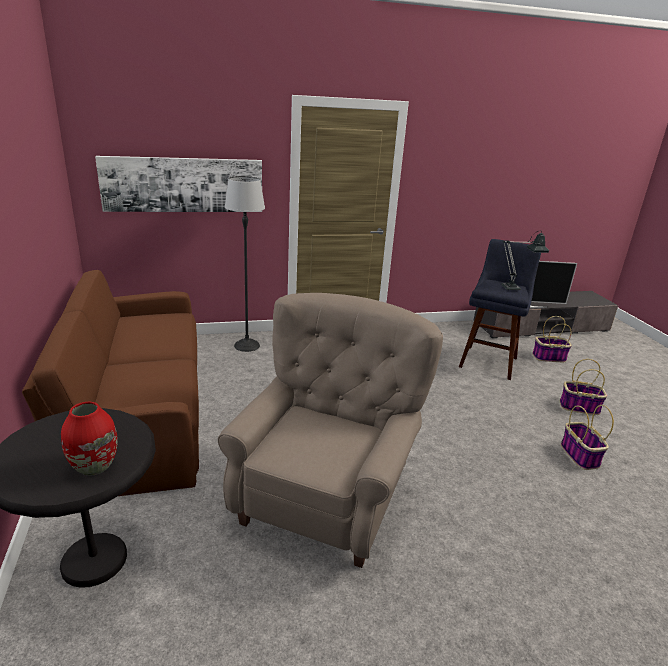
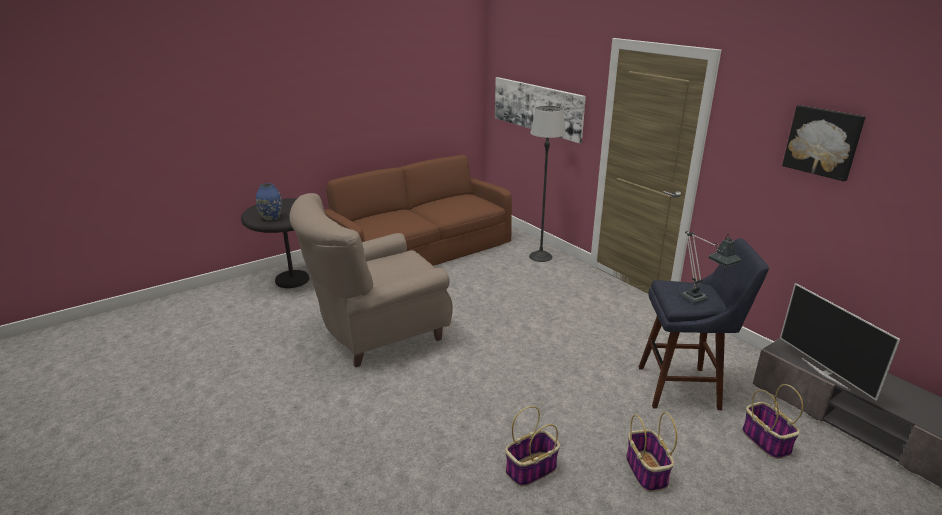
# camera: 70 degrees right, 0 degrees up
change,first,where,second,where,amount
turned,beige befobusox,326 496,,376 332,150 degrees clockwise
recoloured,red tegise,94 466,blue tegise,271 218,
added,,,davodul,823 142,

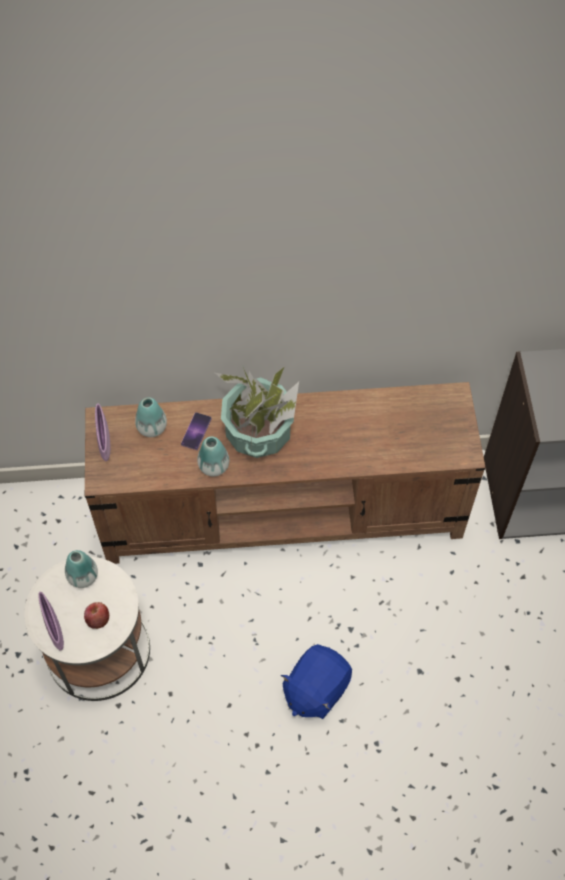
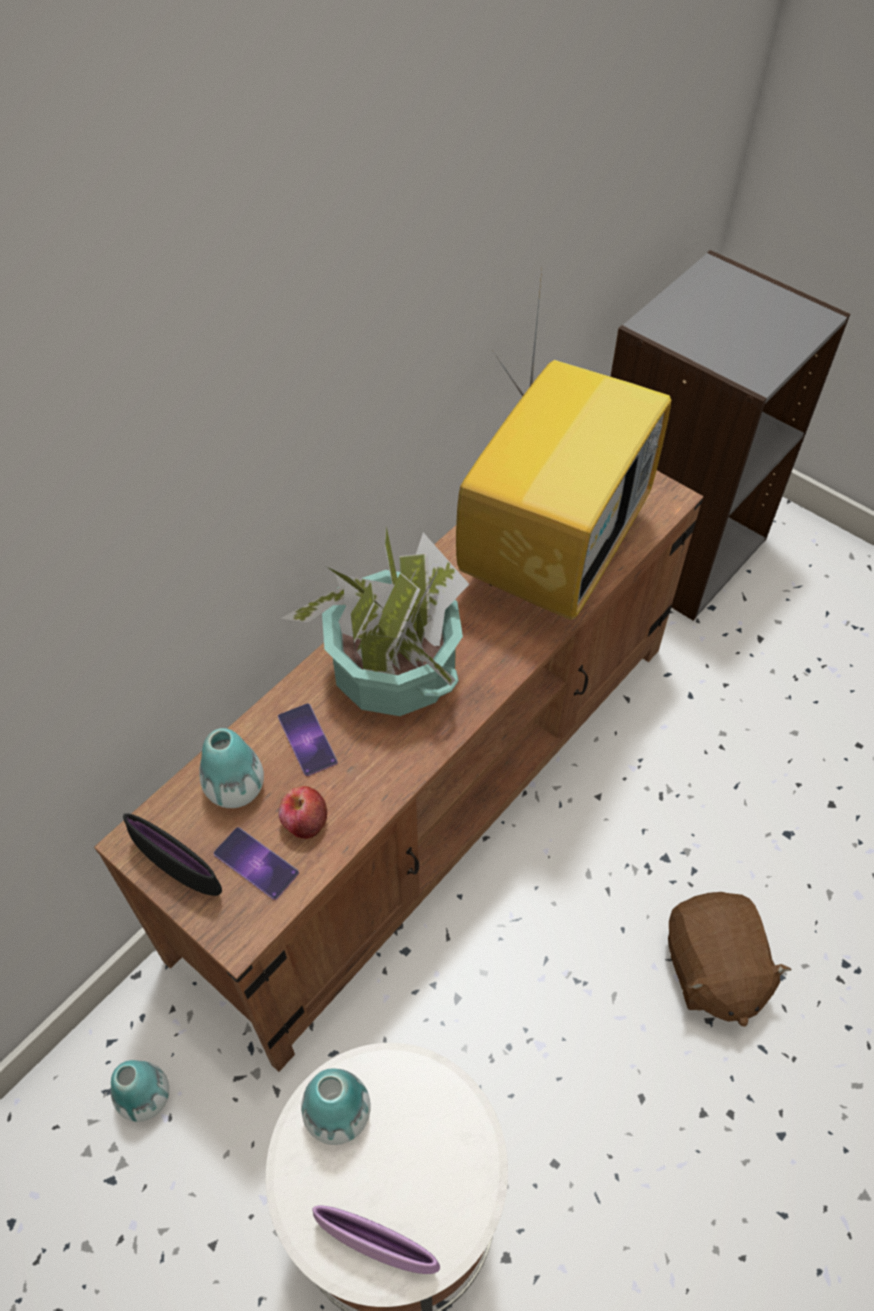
# camera: 45 degrees left, 5 degrees down
change,first,where,second,where,amount
recoloured,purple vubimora,104 440,black vubimora,178 868,
moved,tegise,214 466,,145 1096,
moved,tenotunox,98 619,,305 822,
recoloured,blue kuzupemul,315 689,brown kuzupemul,712 969,
added,,,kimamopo,552 547,
added,,,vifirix,256 863,

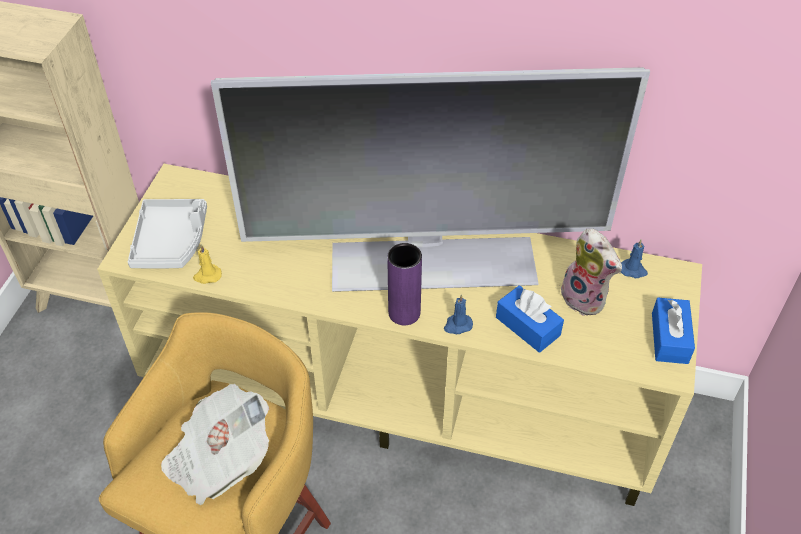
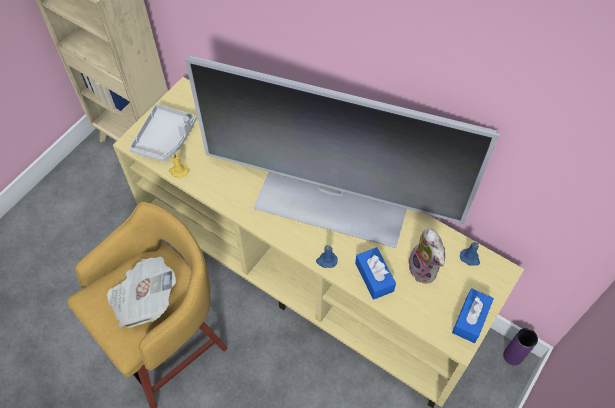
# camera: 20 degrees right, 10 degrees up
change,first,where,second,where,amount
moved,purple tegise,404 313,,512 356,

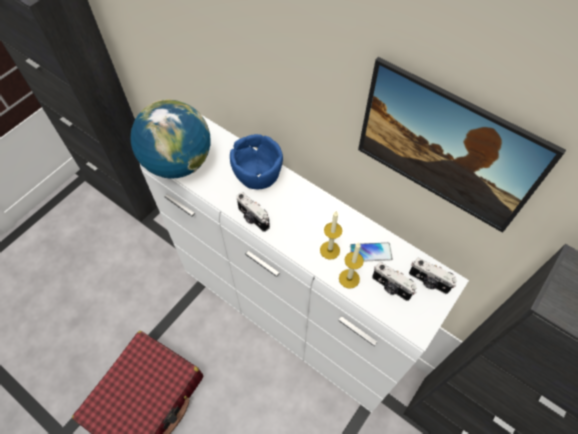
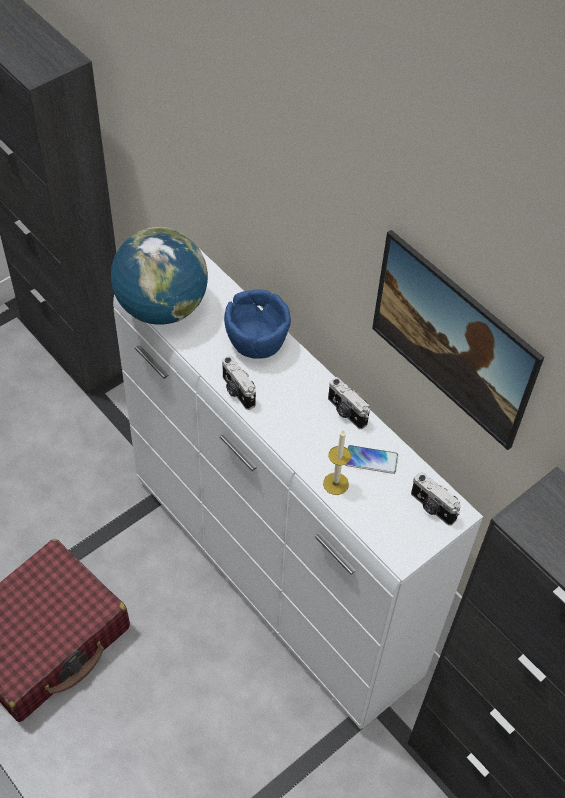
# camera: 10 degrees right, 5 degrees down
change,first,where,second,where,amount
removed,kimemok,330 250,,,
moved,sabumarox,390 287,,346 412,

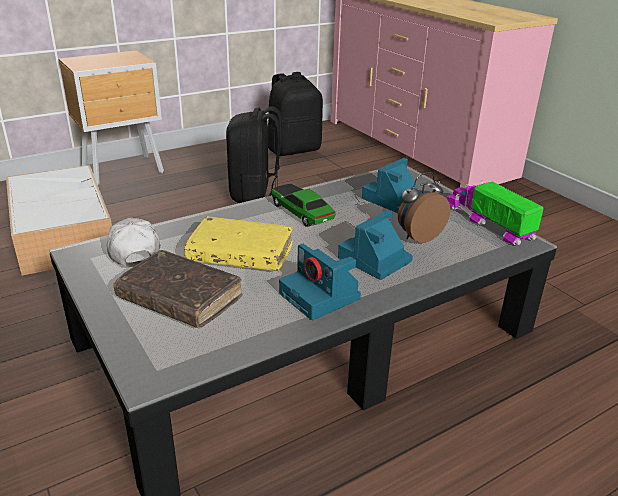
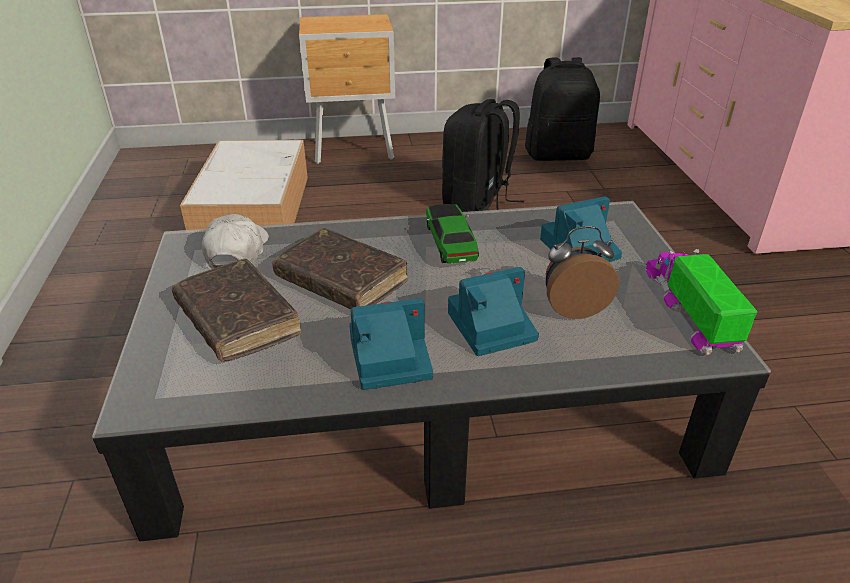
# camera: 25 degrees right, 5 degrees up
change,first,where,second,where,amount
recoloured,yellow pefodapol,240 254,brown pefodapol,341 281,
turned,sabumarox,321 296,,388 359,90 degrees clockwise

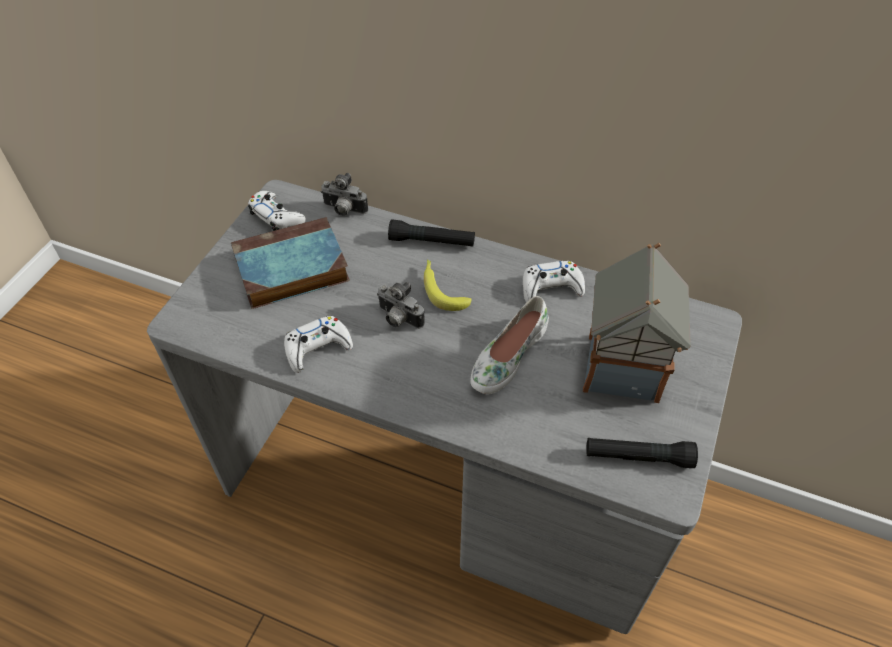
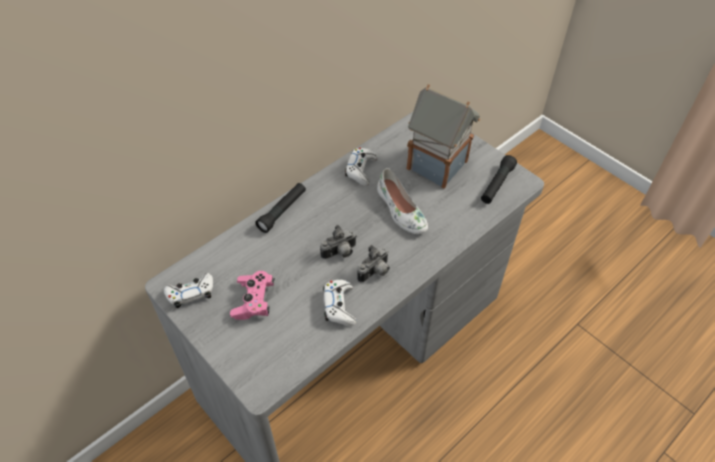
# camera: 65 degrees left, 0 degrees up
change,first,where,second,where,amount
moved,sabumarox,344 211,,375 273,
replaced,pefodapol,289 270,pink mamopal,254 301,
removed,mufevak,442 289,,,

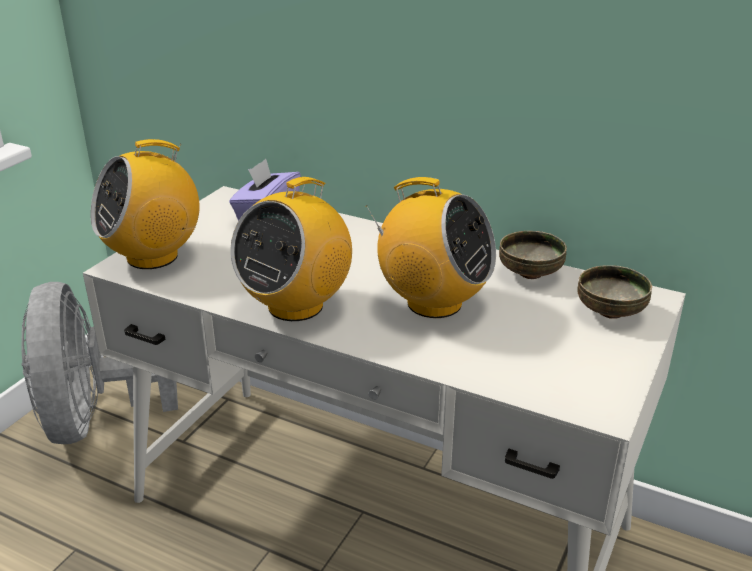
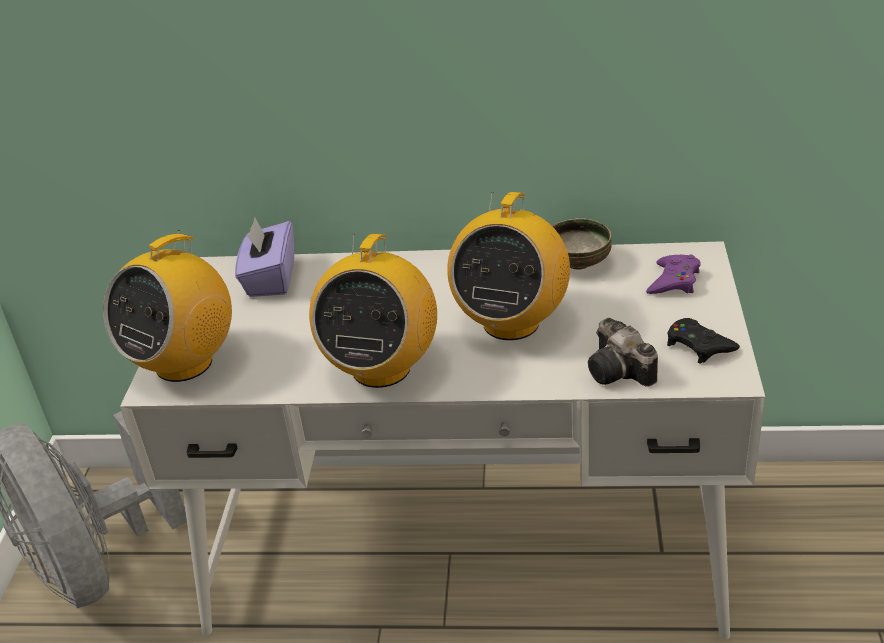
# camera: 20 degrees left, 5 degrees up
change,first,where,second,where,amount
turned,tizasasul,433 303,,511 322,105 degrees clockwise
replaced,vubimora,610 312,purple mamopal,674 281,
added,,,sabumarox,621 372,
added,,,black mamopal,699 345,

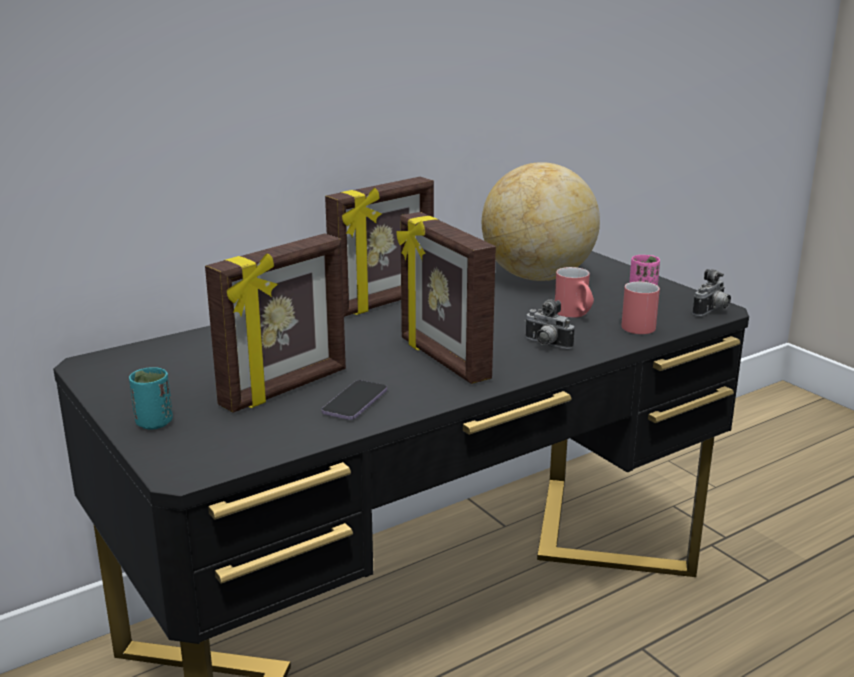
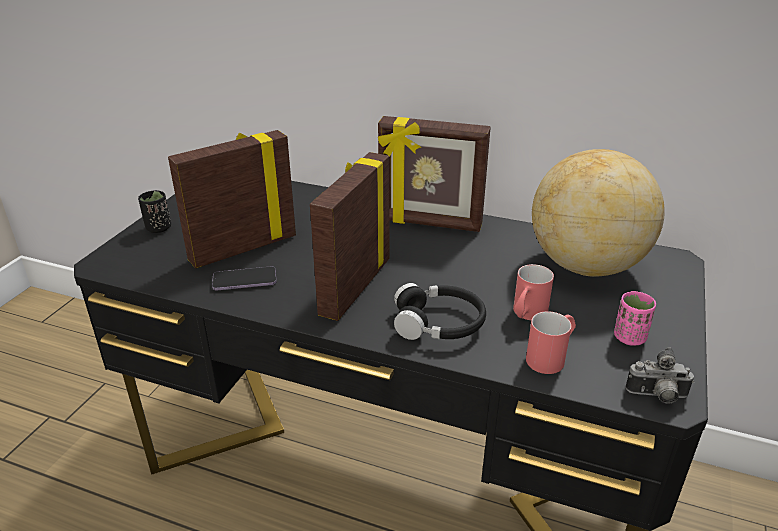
# camera: 55 degrees right, 10 degrees up
change,first,where,second,where,amount
turned,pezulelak,285 389,,242 248,135 degrees clockwise
replaced,sabumarox,546 345,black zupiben,439 323,
recoloured,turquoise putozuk,154 423,black putozuk,158 228,

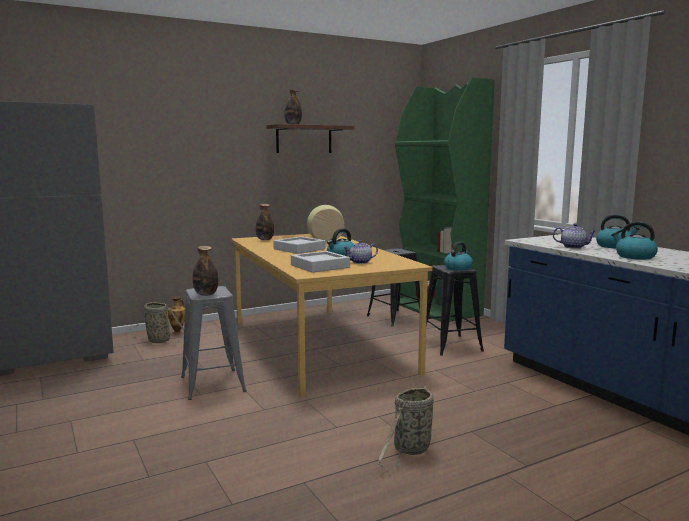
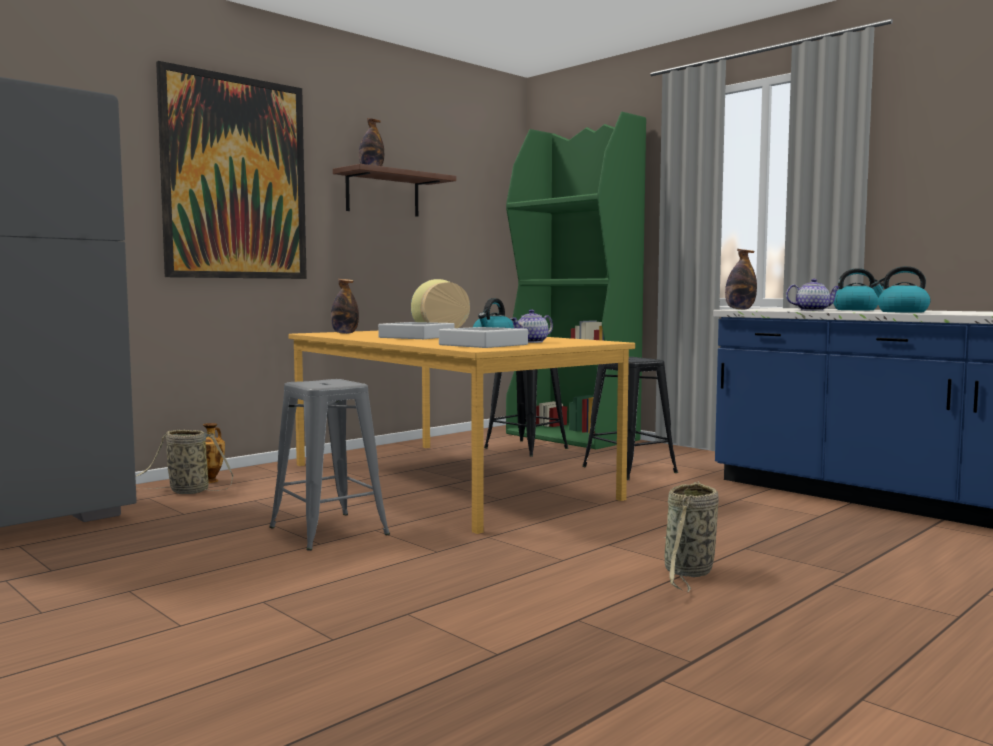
# camera: 15 degrees left, 5 degrees down
change,first,where,second,where,amount
removed,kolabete,458 268,,,
moved,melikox,206 294,,739 309,
added,,,davodul,235 178,

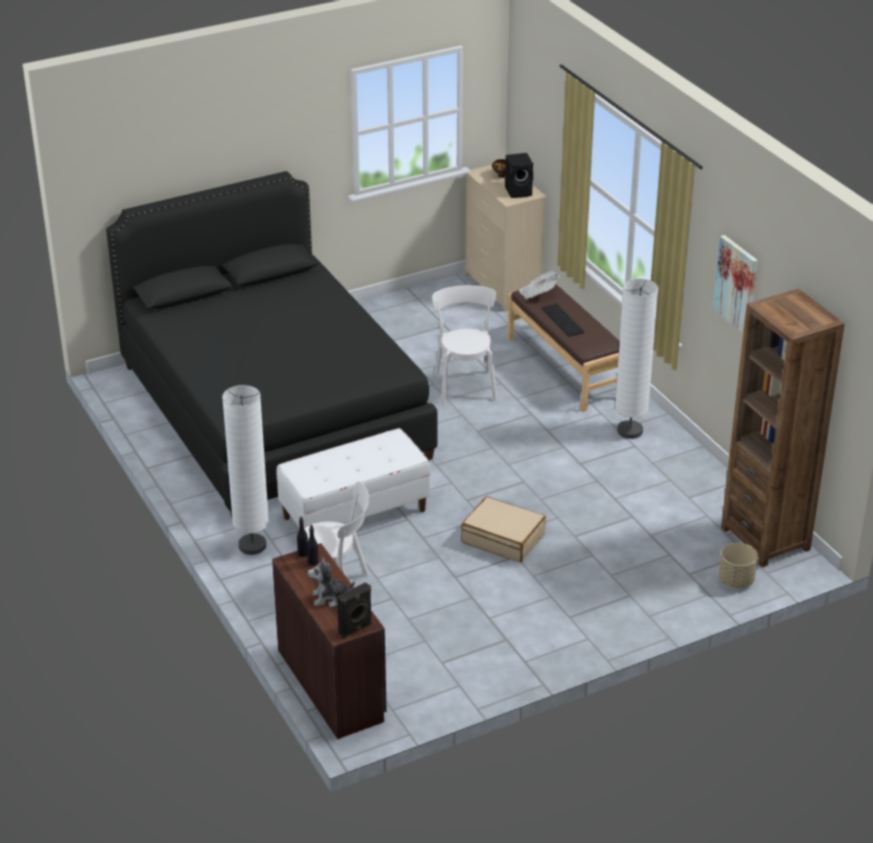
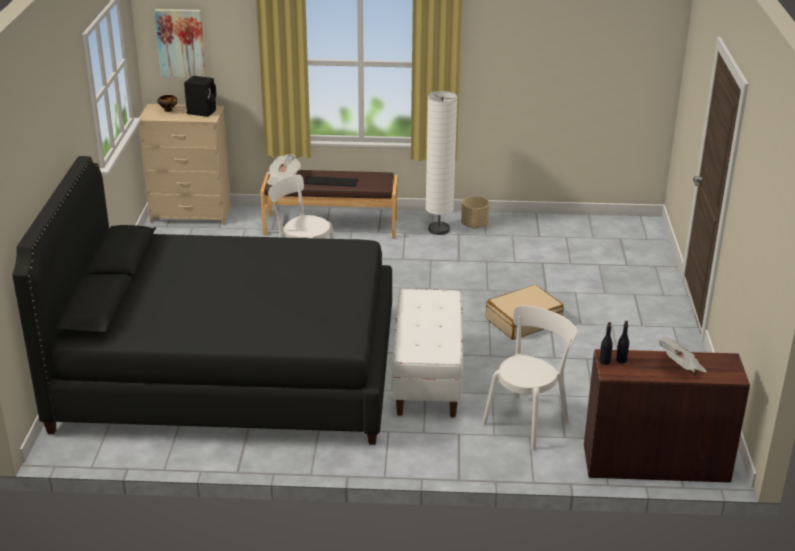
# camera: 60 degrees left, 5 degrees down
change,first,where,second,where,amount
moved,davodul,736 284,,181 43,
removed,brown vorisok,765 539,,,
removed,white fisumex,252 546,,,
moved,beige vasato,736 581,,474 225,
replaced,kuzupemul,330 598,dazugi,680 366,
removed,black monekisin,356 629,,,

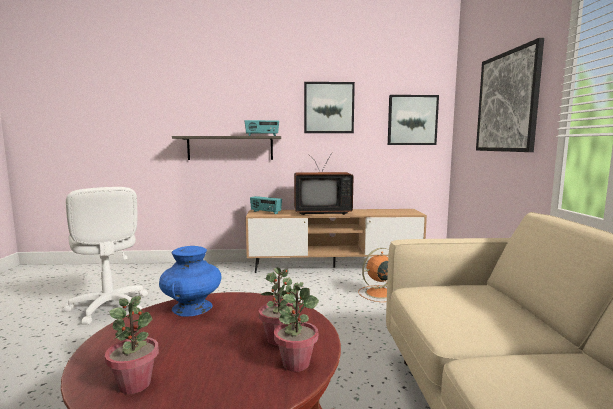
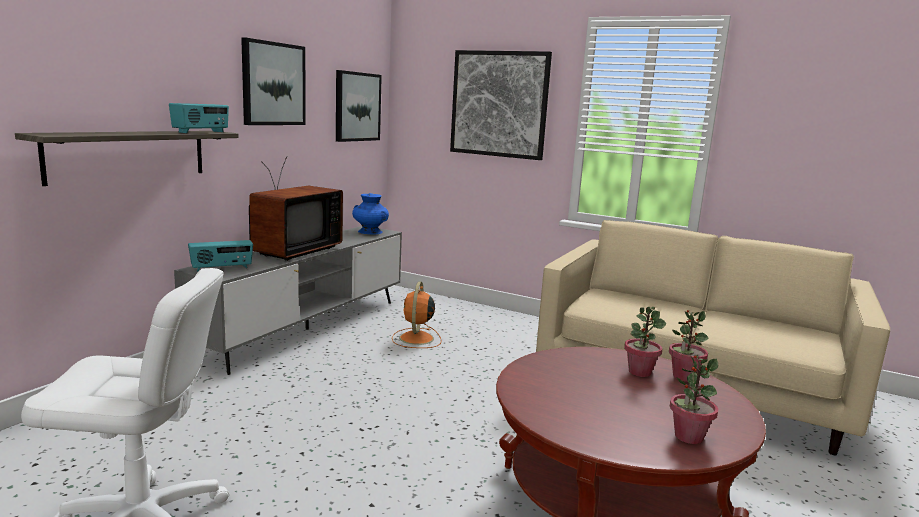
# camera: 60 degrees left, 5 degrees up
change,first,where,second,where,amount
recoloured,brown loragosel,334 267,grey loragosel,307 329,
moved,blue tegise,192 307,,370 232,

